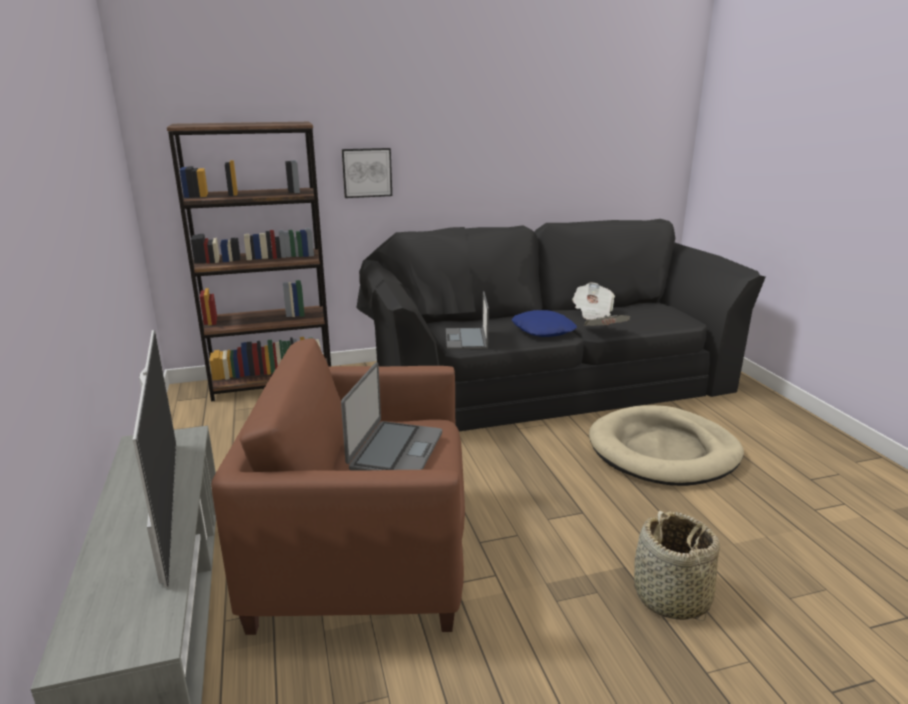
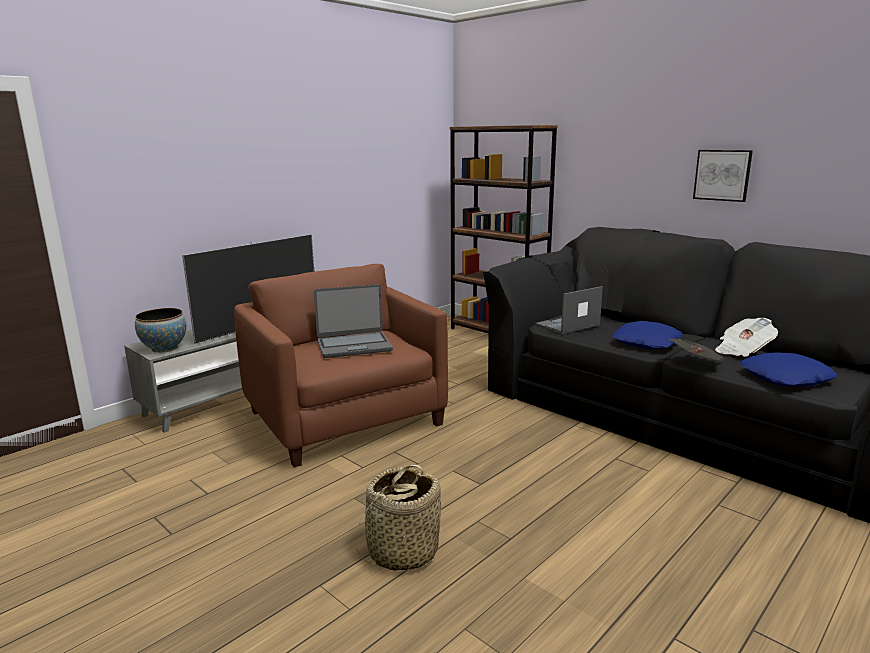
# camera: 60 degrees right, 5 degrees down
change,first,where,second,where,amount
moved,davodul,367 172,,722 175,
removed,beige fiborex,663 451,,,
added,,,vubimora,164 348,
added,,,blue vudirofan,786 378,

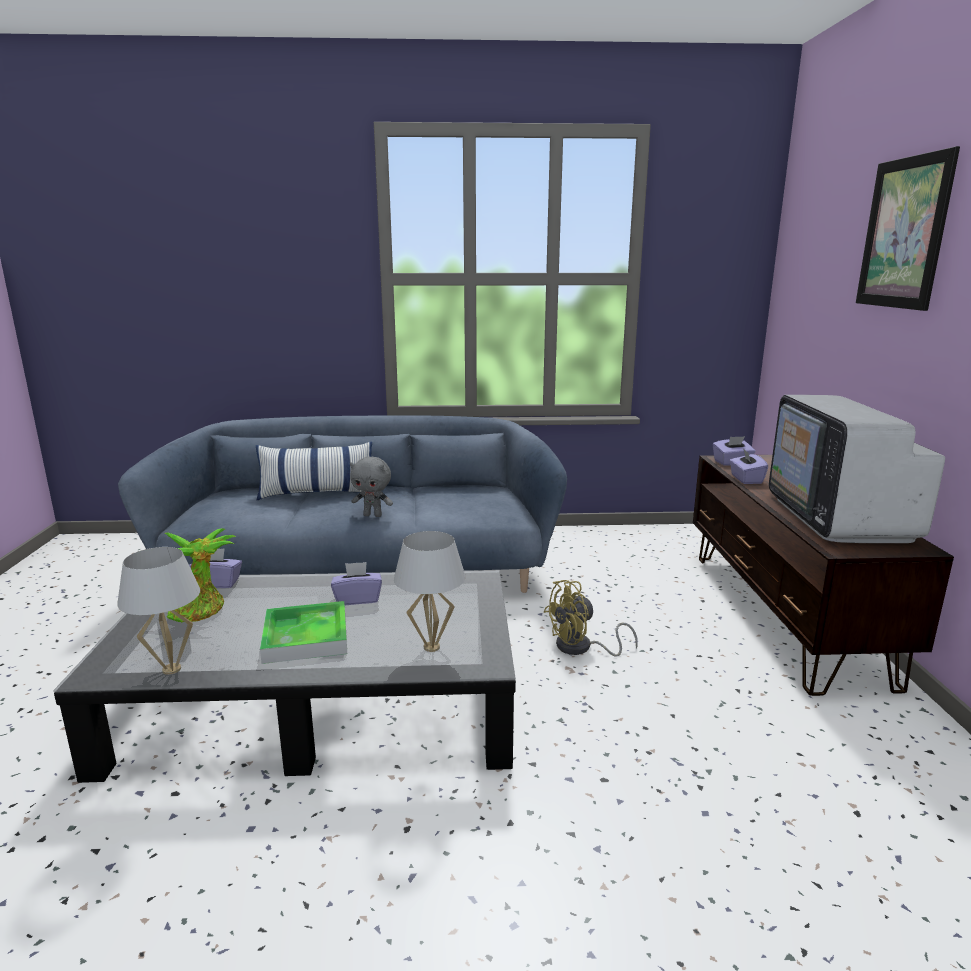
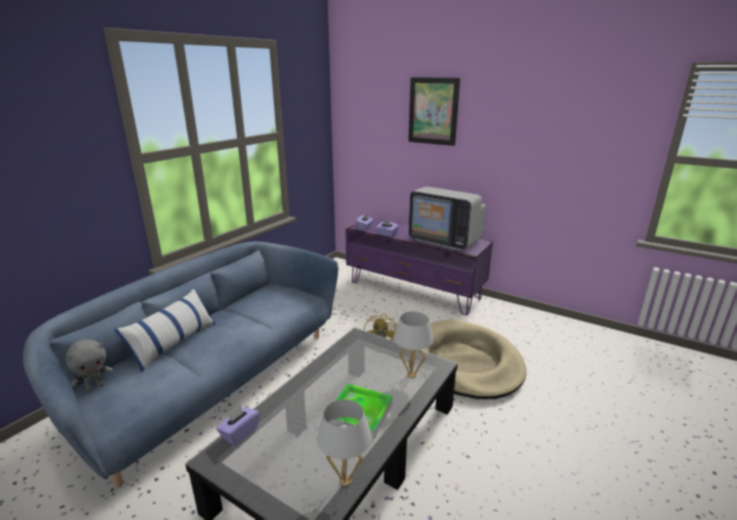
# camera: 55 degrees left, 5 degrees up
change,first,where,second,where,amount
recoloured,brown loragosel,782 614,purple loragosel,414 290,
moved,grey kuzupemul,373 515,,95 387,
removed,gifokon,201 610,,,
removed,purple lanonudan,357 599,,,
added,,,beige fiborex,465 362,

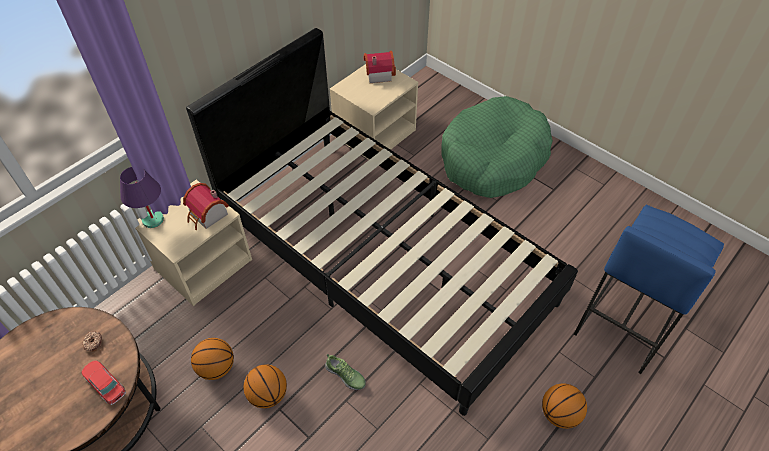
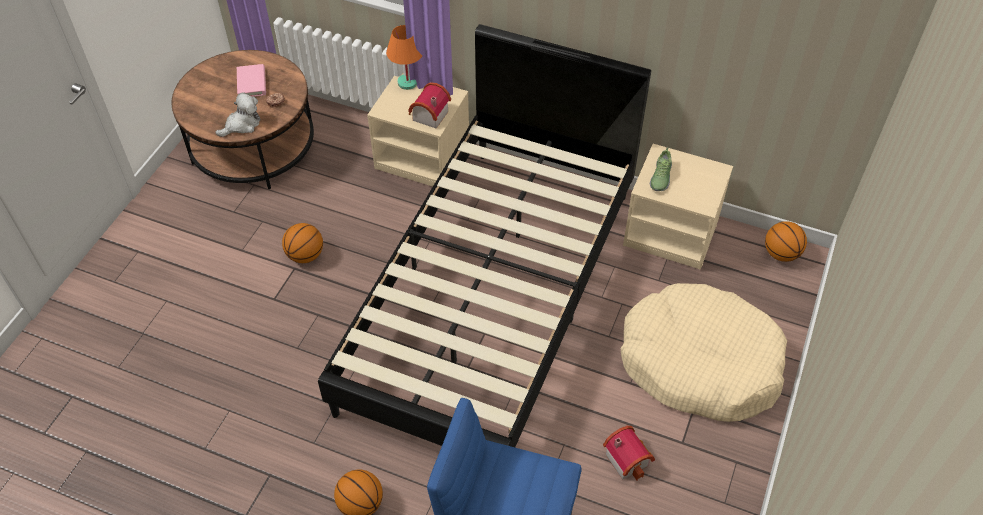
# camera: 70 degrees right, 0 degrees up
change,first,where,second,where,amount
moved,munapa,377 74,,628 458,
recoloured,green fiborex,493 158,beige fiborex,699 363,
recoloured,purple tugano,153 220,orange tugano,407 83,
moved,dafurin,216 368,,781 254,
moved,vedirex,346 375,,660 177,
replaced,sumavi,105 385,kuzupemul,242 125,
added,,,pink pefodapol,252 83,

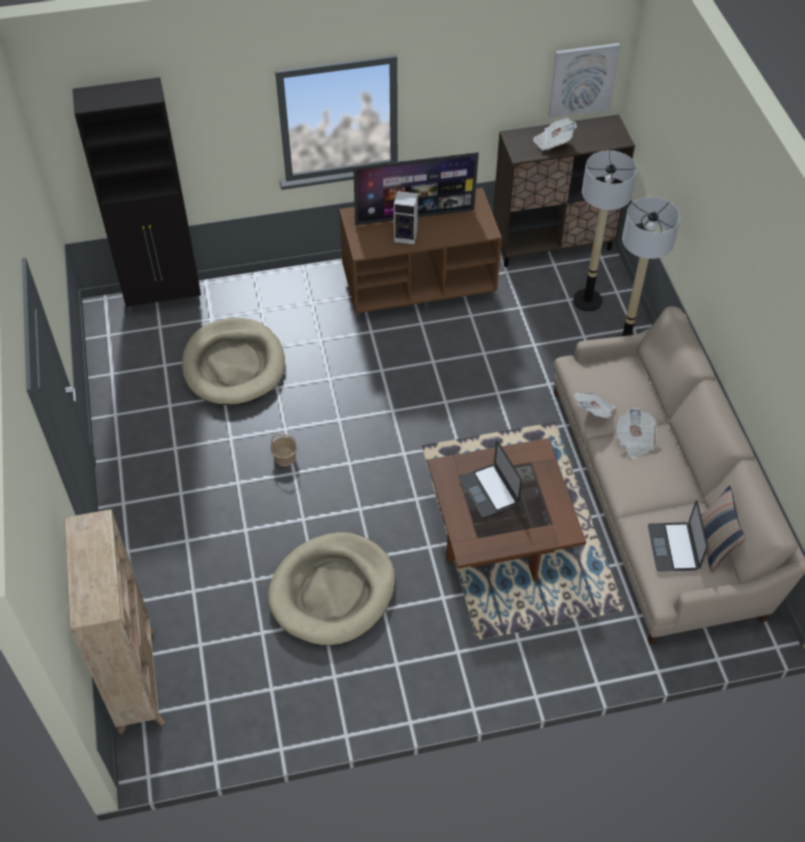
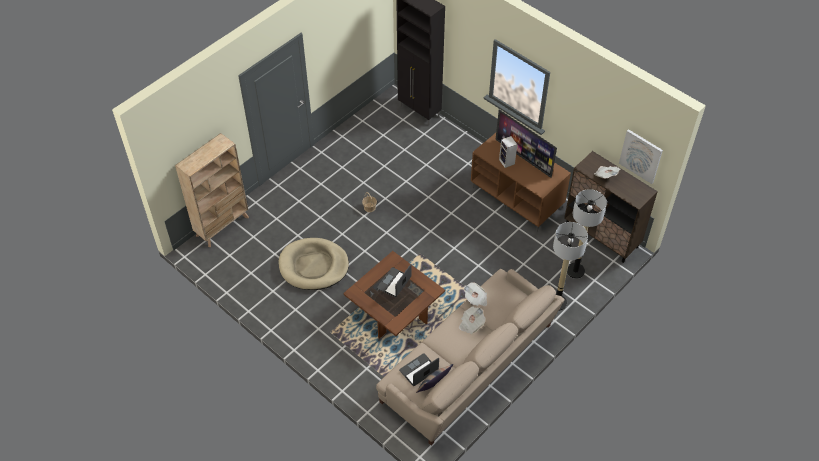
# camera: 55 degrees right, 0 degrees up
change,first,where,second,where,amount
removed,beige fiborex,234 365,,,

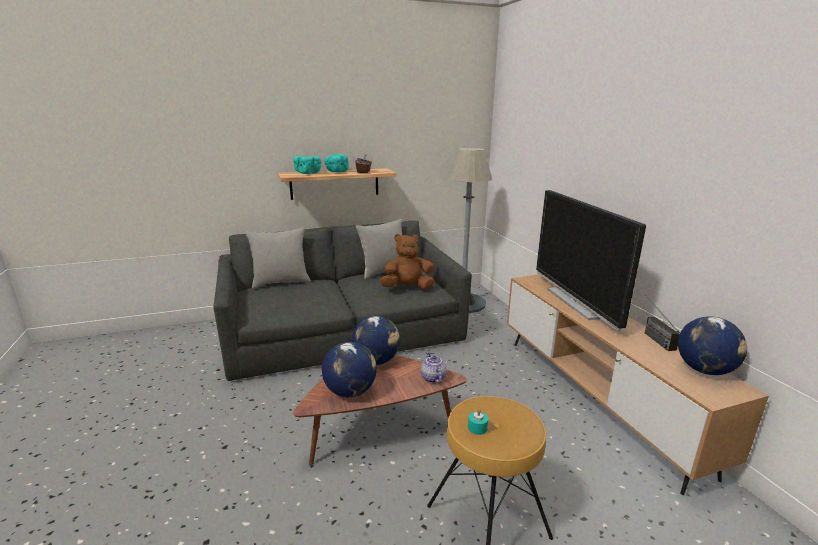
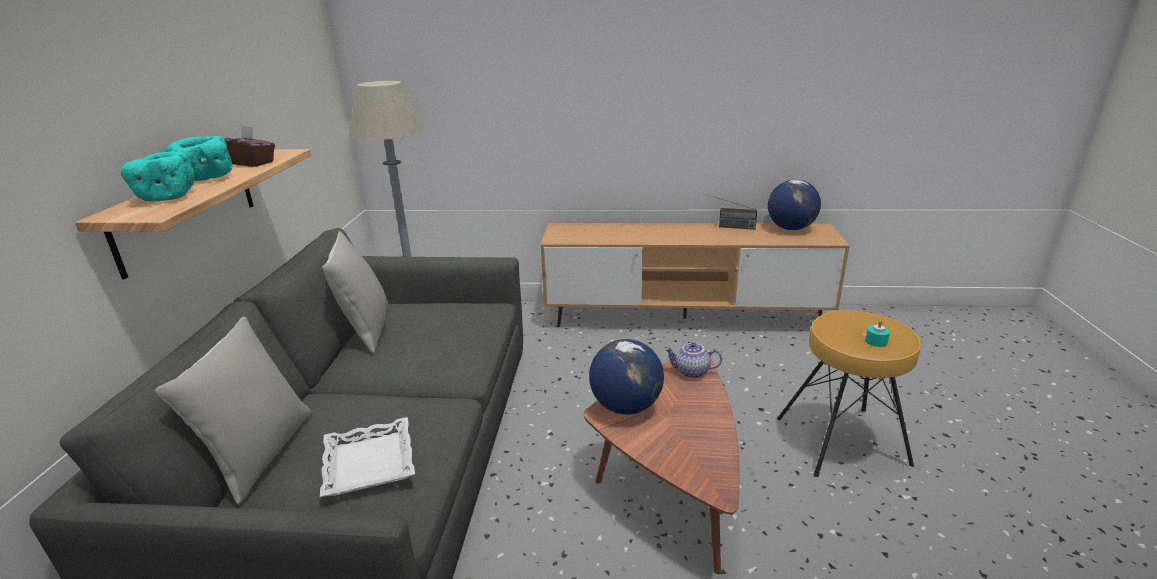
# camera: 65 degrees left, 5 degrees up
change,first,where,second,where,amount
removed,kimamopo,577 302,,,
removed,brown kuzupemul,407 288,,,
removed,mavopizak,350 391,,,
added,,,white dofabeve,368 463,

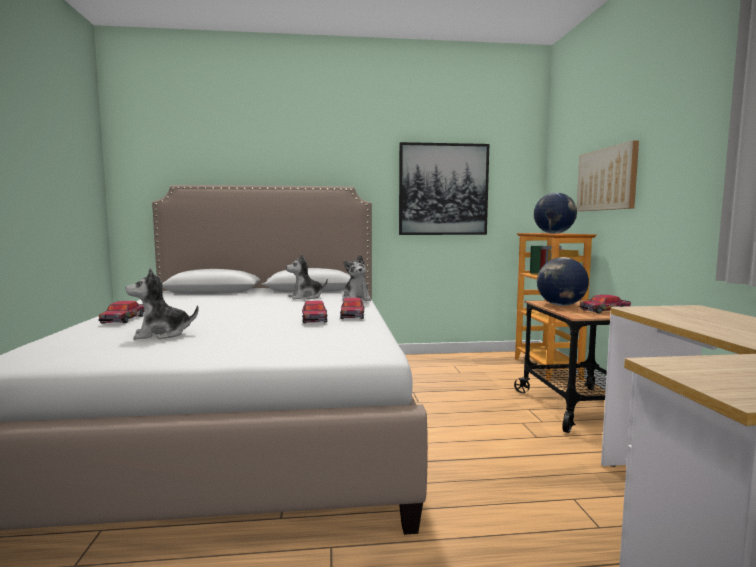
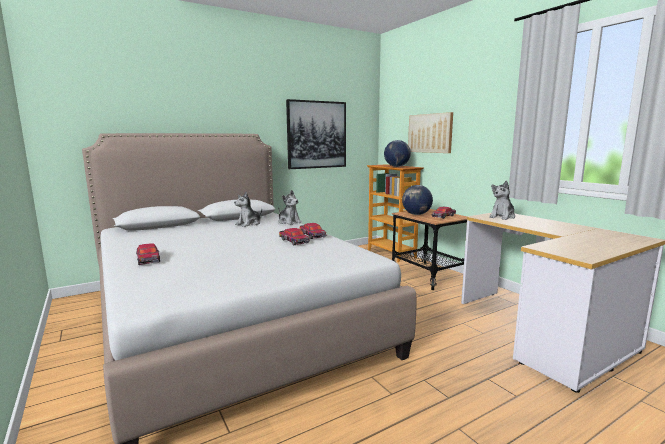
# camera: 25 degrees left, 5 degrees up
change,first,where,second,where,amount
moved,kuzupemul,161 334,,502 217,

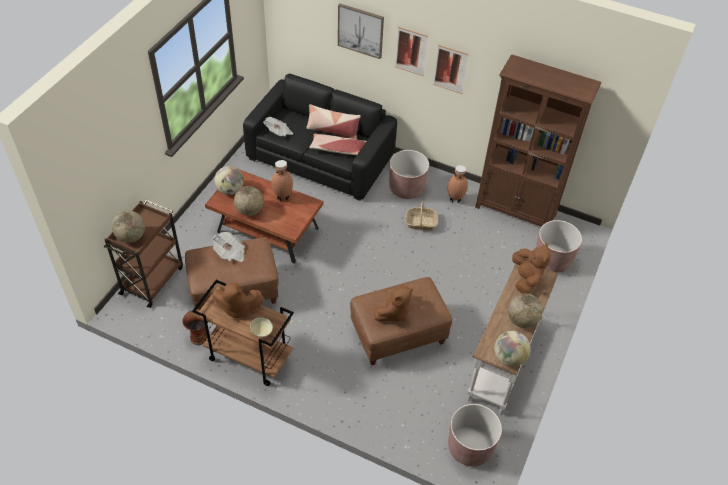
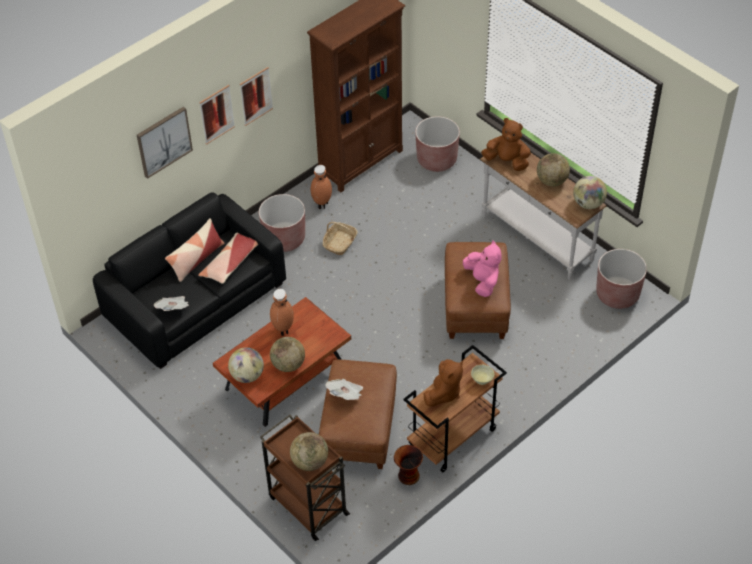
# camera: 65 degrees left, 0 degrees up
change,first,where,second,where,amount
recoloured,brown kuzupemul,394 313,pink kuzupemul,482 281,

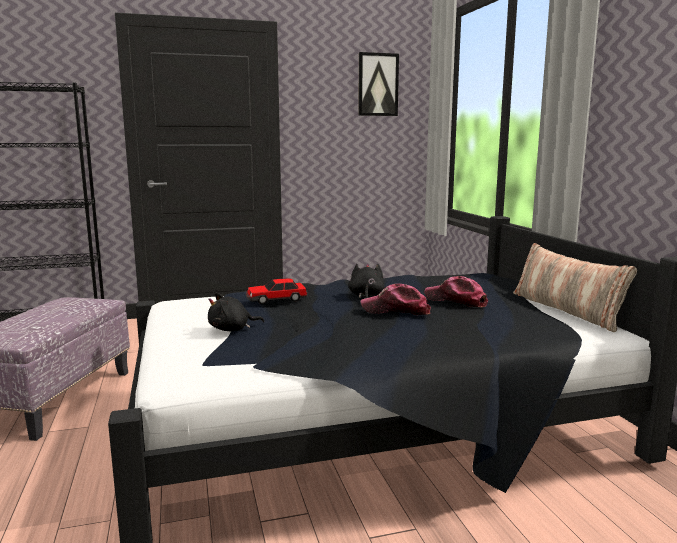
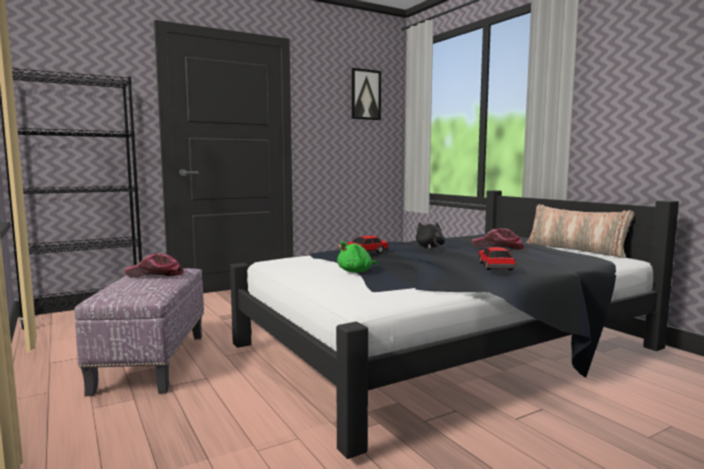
# camera: 15 degrees left, 5 degrees down
change,first,where,second,where,amount
moved,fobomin,396 310,,155 274,
recoloured,black kuzupemul,232 329,green kuzupemul,356 272,
added,,,sumavi,495 266,

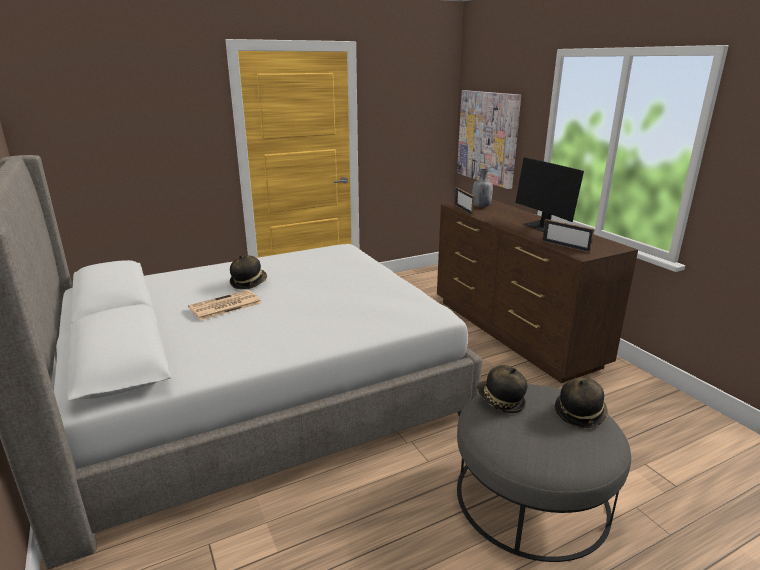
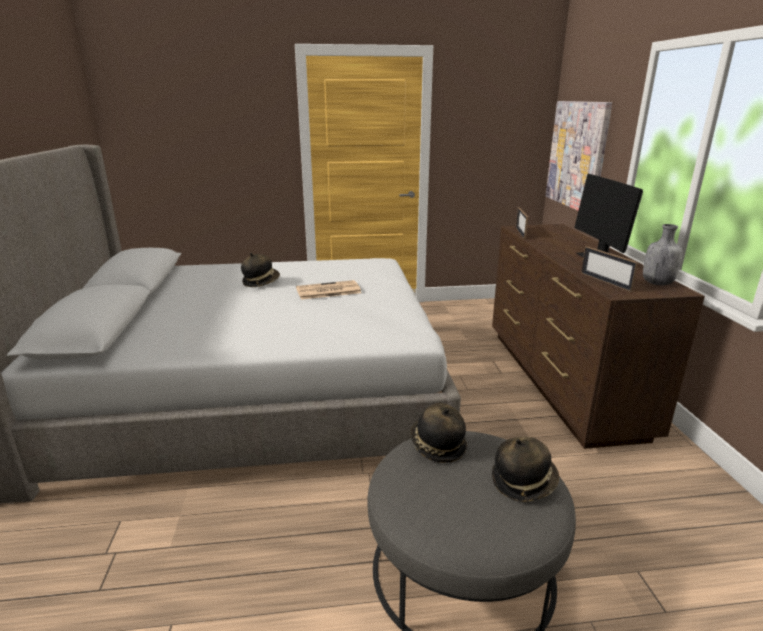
# camera: 20 degrees right, 0 degrees up
change,first,where,second,where,amount
moved,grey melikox,480 206,,657 283,
moved,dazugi,224 306,,327 291,

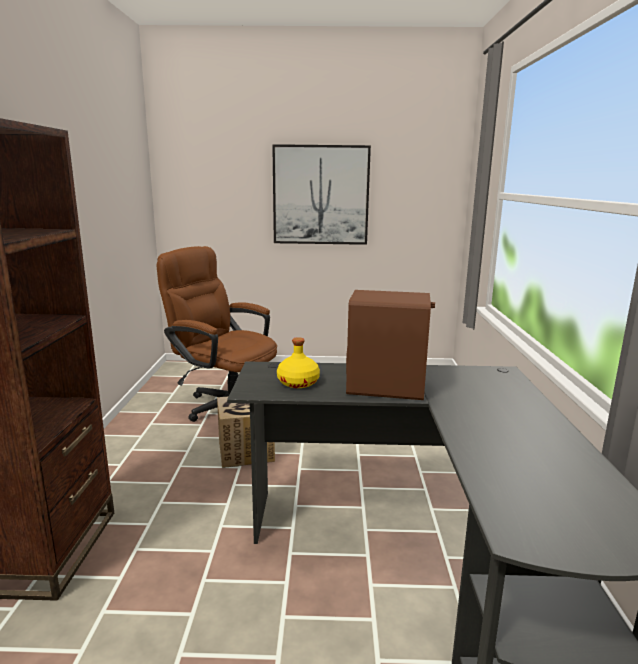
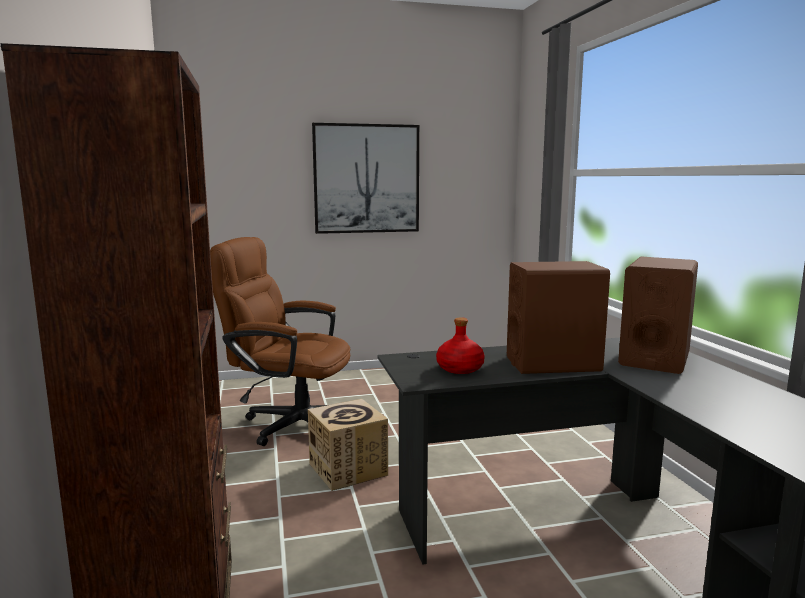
# camera: 15 degrees left, 5 degrees down
change,first,where,second,where,amount
recoloured,yellow melikox,298 383,red melikox,460 369,
added,,,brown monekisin,654 358,

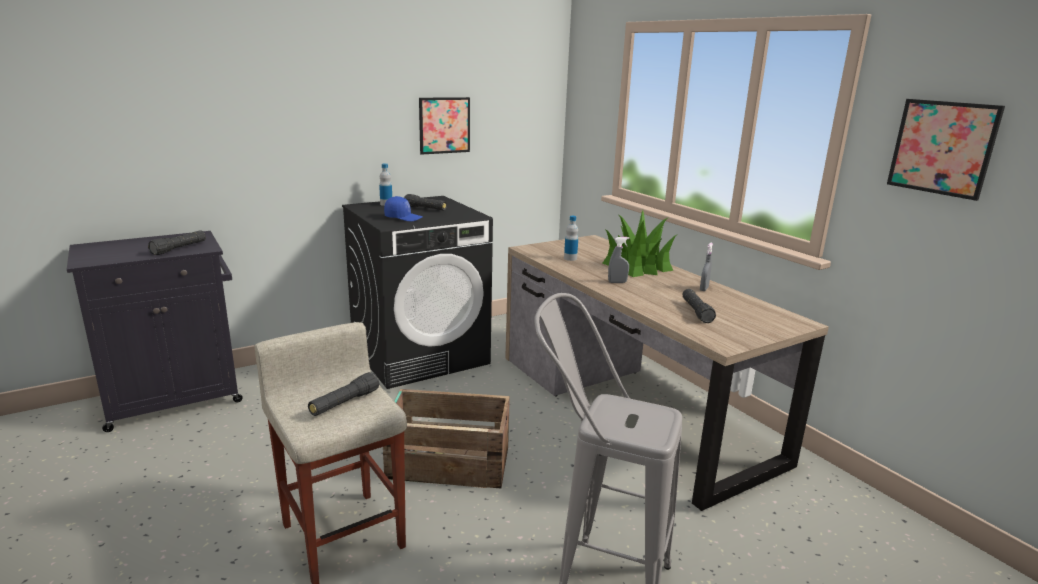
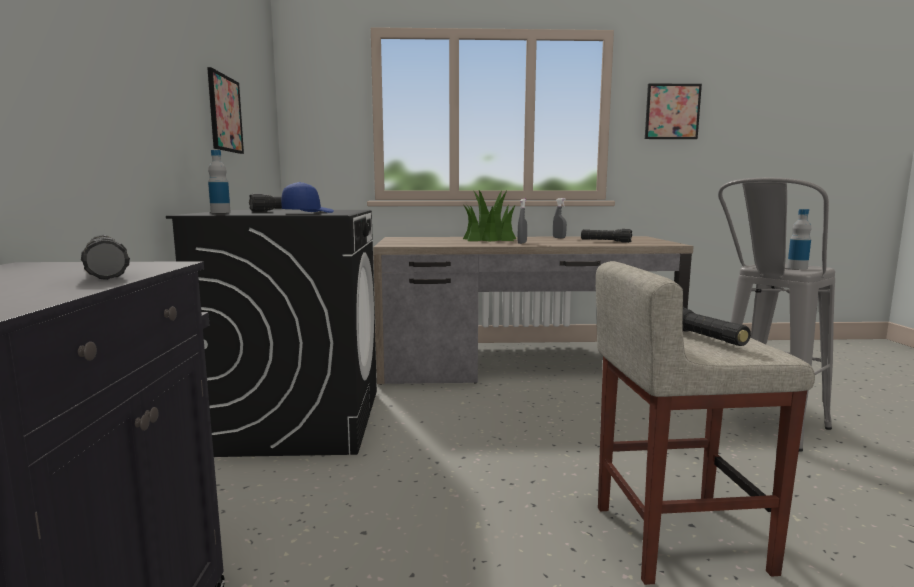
# camera: 60 degrees left, 10 degrees down
change,first,where,second,where,amount
moved,melikox,570 258,,797 268,
removed,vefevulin,447 463,,,

